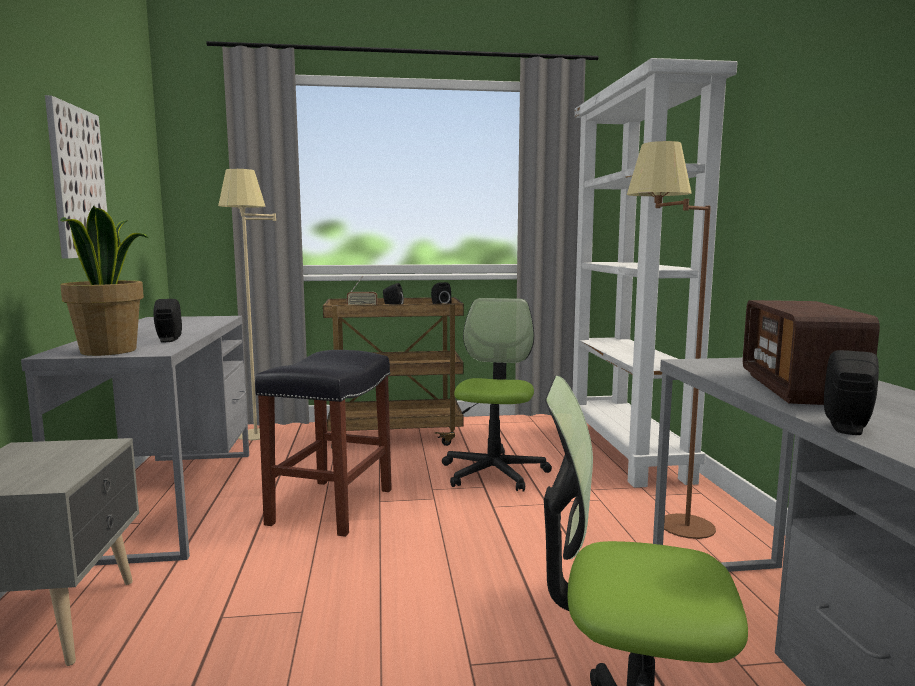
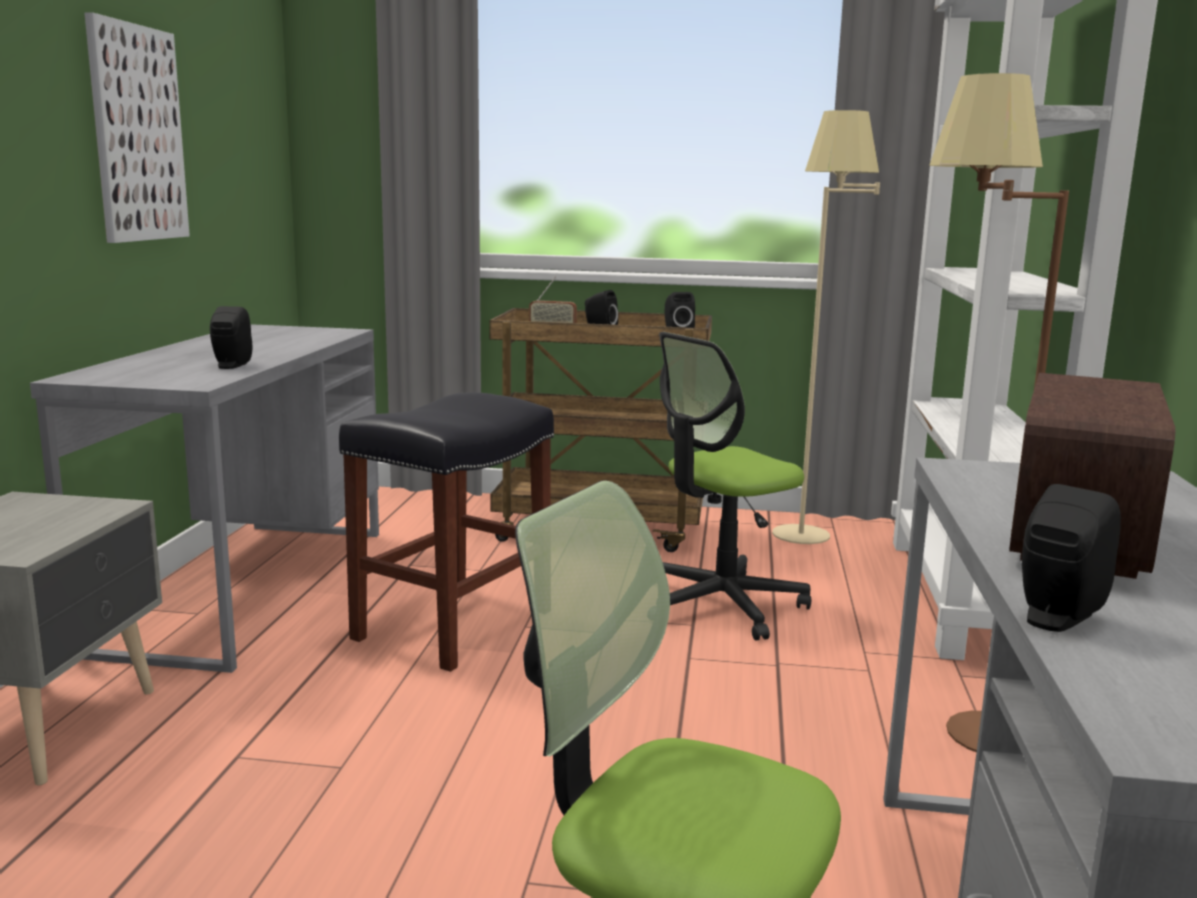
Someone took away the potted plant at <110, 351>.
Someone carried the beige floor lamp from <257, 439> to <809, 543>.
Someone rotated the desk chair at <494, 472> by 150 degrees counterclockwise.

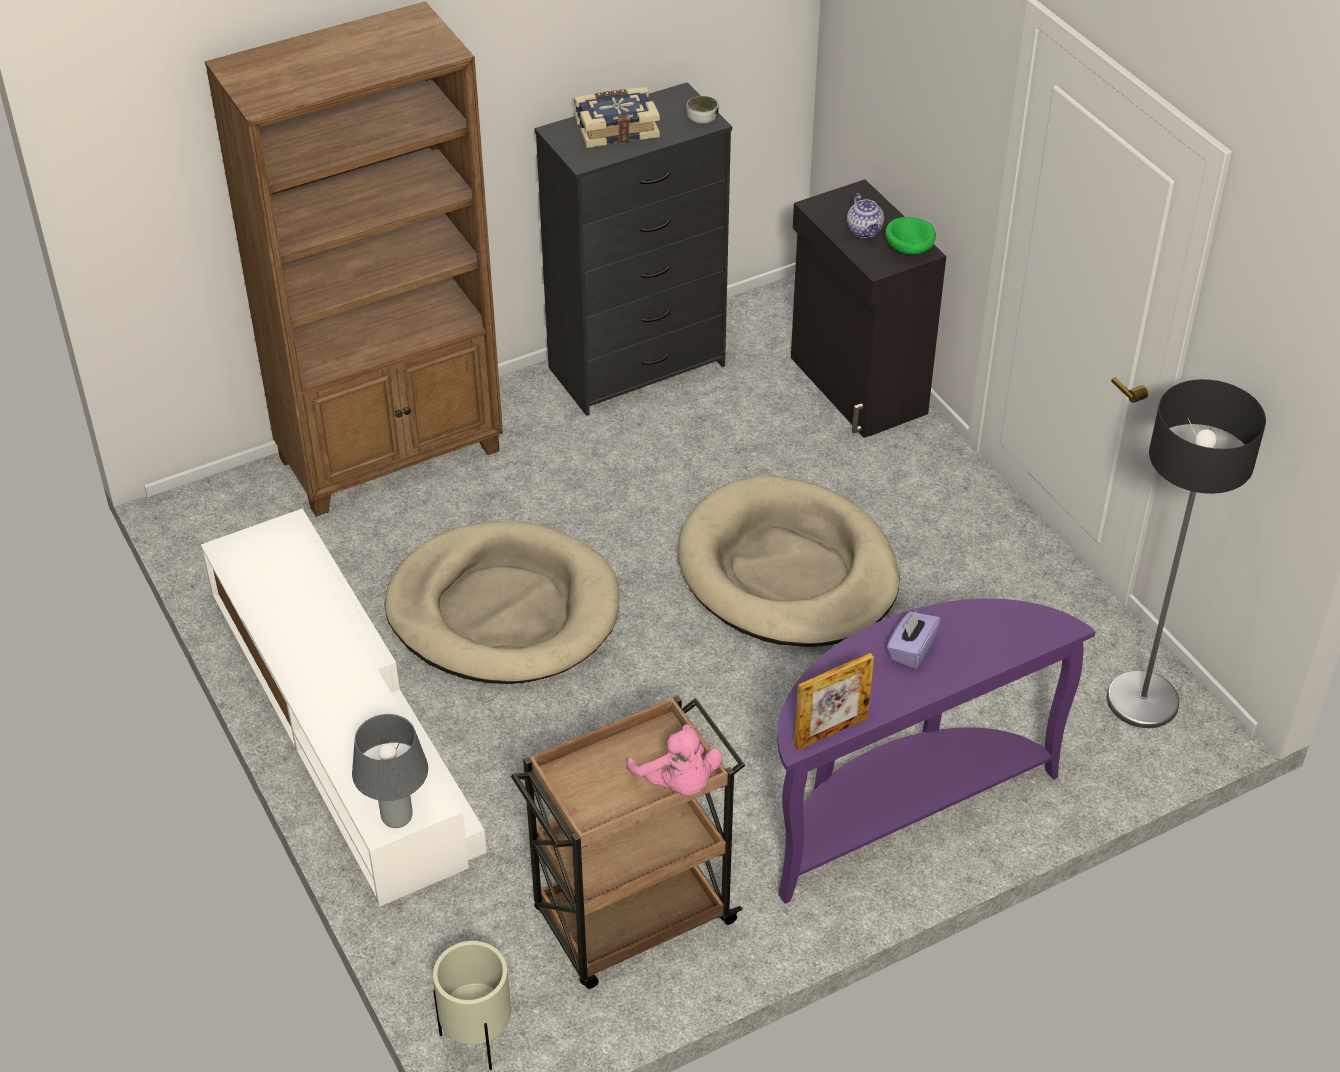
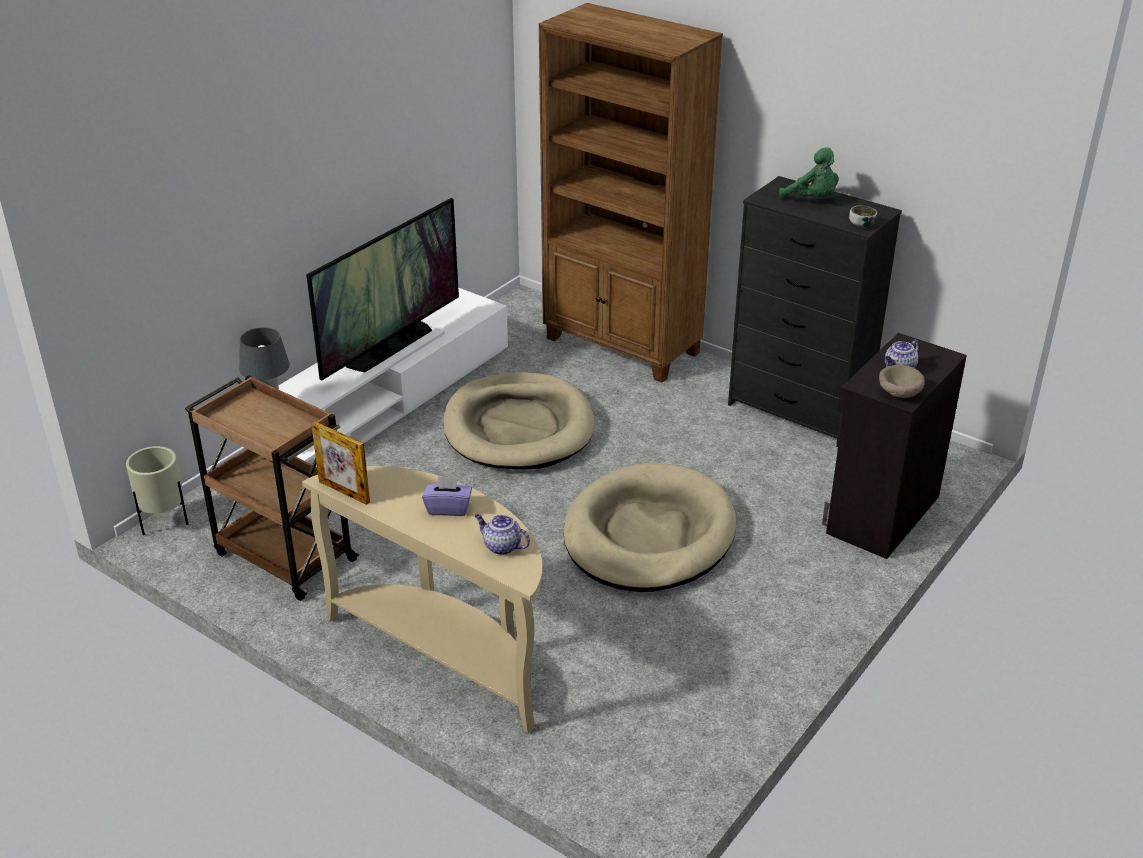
Someone took away the pink-coloured soft toy at <678, 783>.
Someone took away the floor lamp at <1141, 700>.
Someone put down the television at <391, 347>.
Someone put down the tea pot at <501, 546>.
Someone swapped the volume at <616, 128> for the green soft toy at <812, 200>.
Someone repainted the purple narrow table at <900, 808>, which became the beige narrow table at <447, 653>.
Someone repainted the green bowl at <909, 250>, which became the beige bowl at <898, 394>.

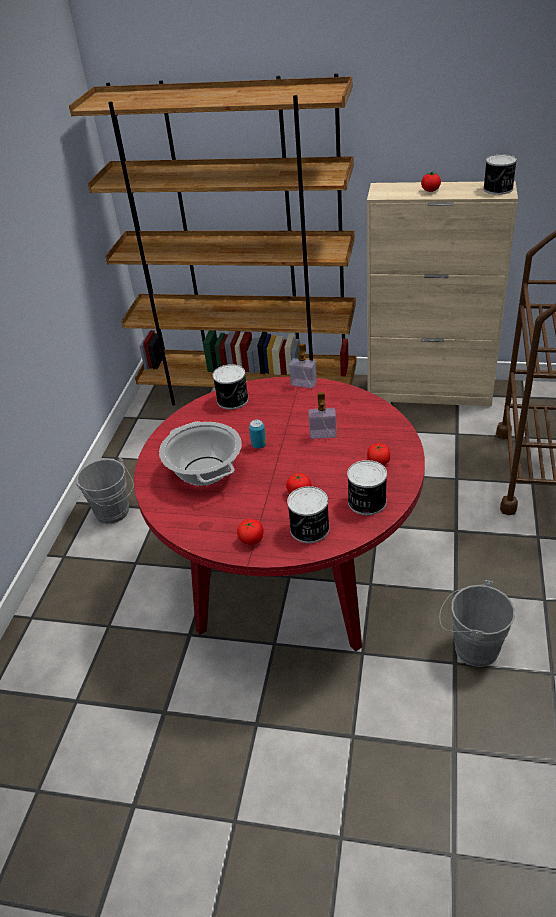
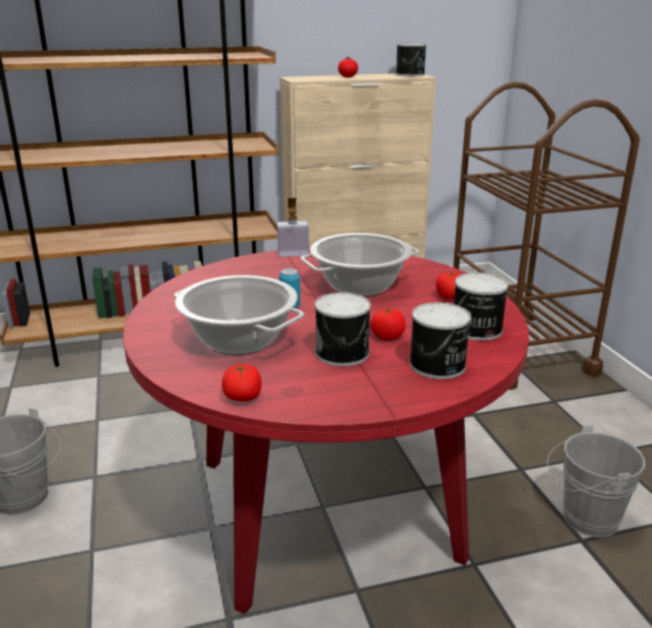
Someone carried the can from <233, 400> to <343, 353>.
Someone carried the fresh tomato from <251, 539> to <242, 397>.
Someone swapped the liquid soap bottle at <323, 434> for the cooking pot at <360, 286>.

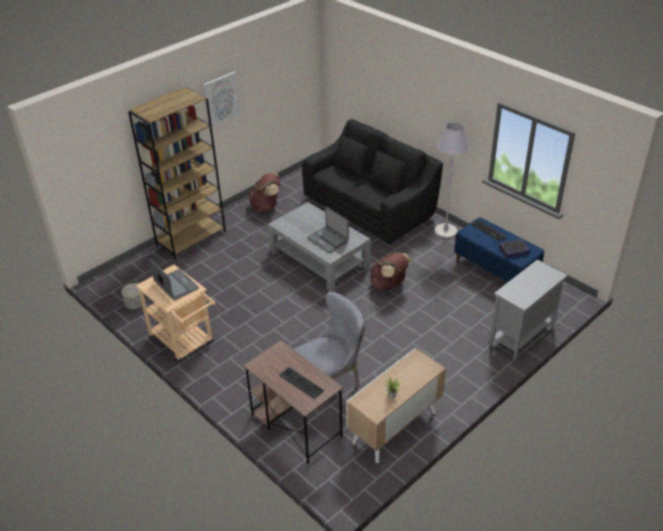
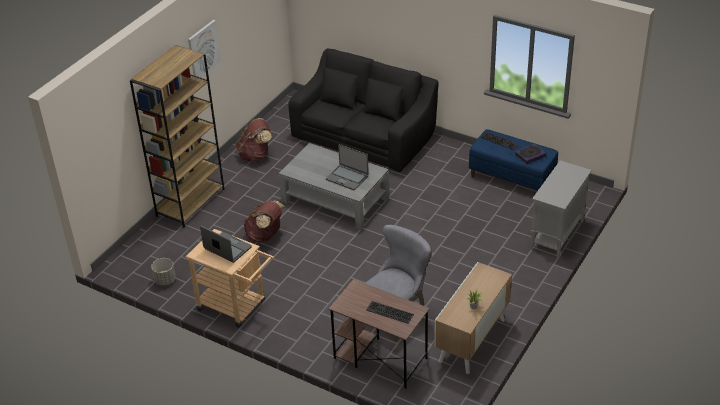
Someone took away the grey floor lamp at <446, 231>.
Someone carried the brown knapsack from <389, 285> to <265, 236>.

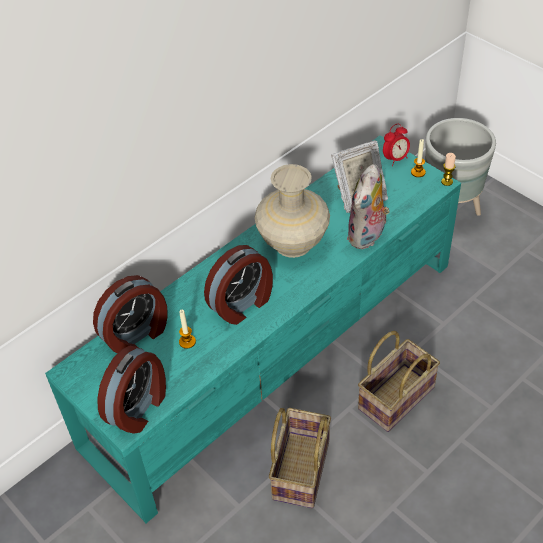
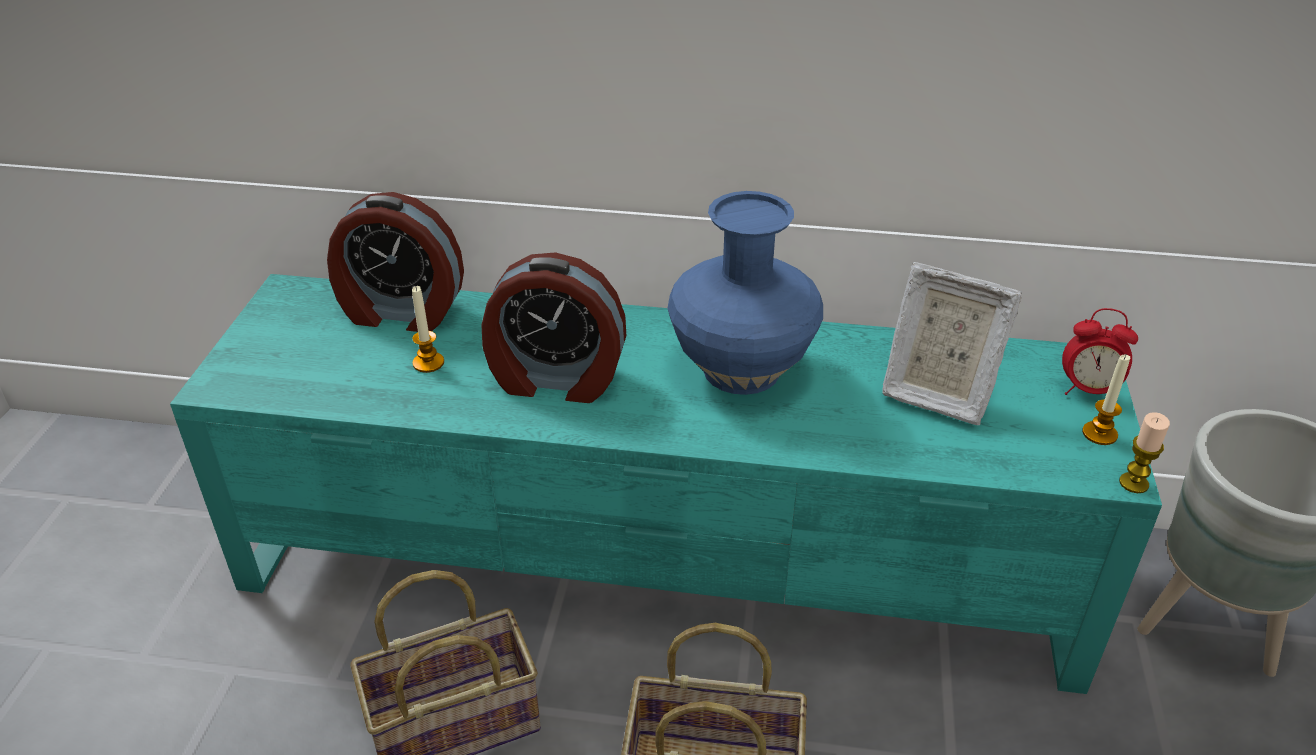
Someone took away the bedside clock at <139, 407>.
Someone took away the soft toy at <367, 237>.
Someone repainted the beige flower vase at <294, 243>, which became the blue-coloured flower vase at <743, 370>.

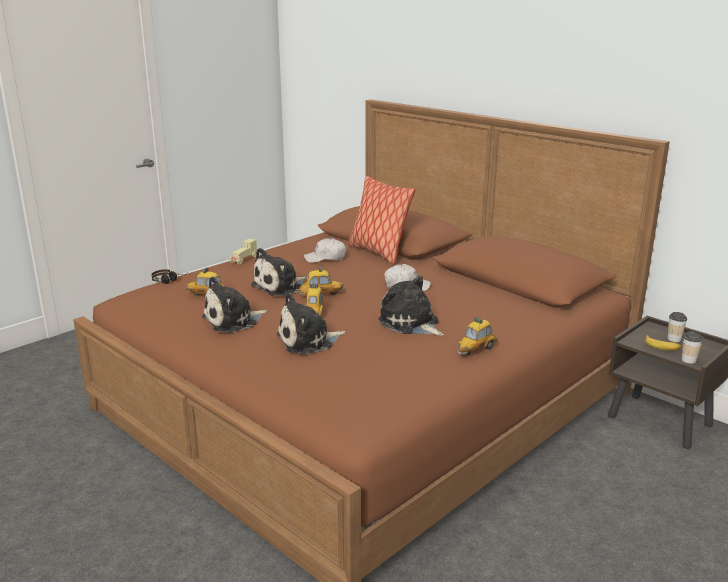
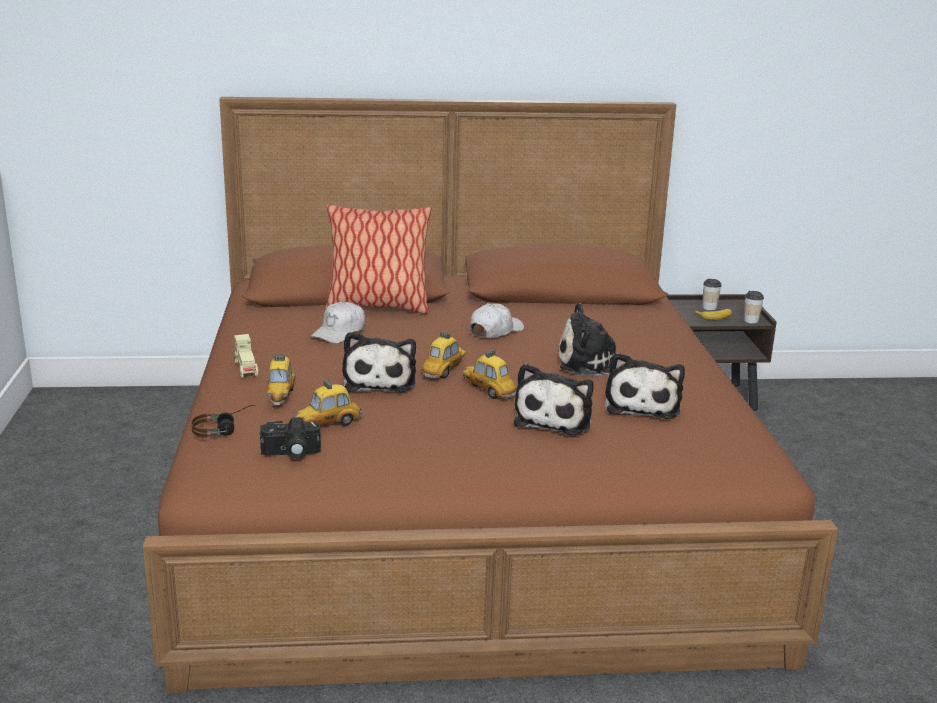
Someone put down the still camera at <290, 453>.
Someone carried the soft toy from <233, 321> to <642, 404>.
Someone carried the toy car from <476, 350> to <280, 396>.

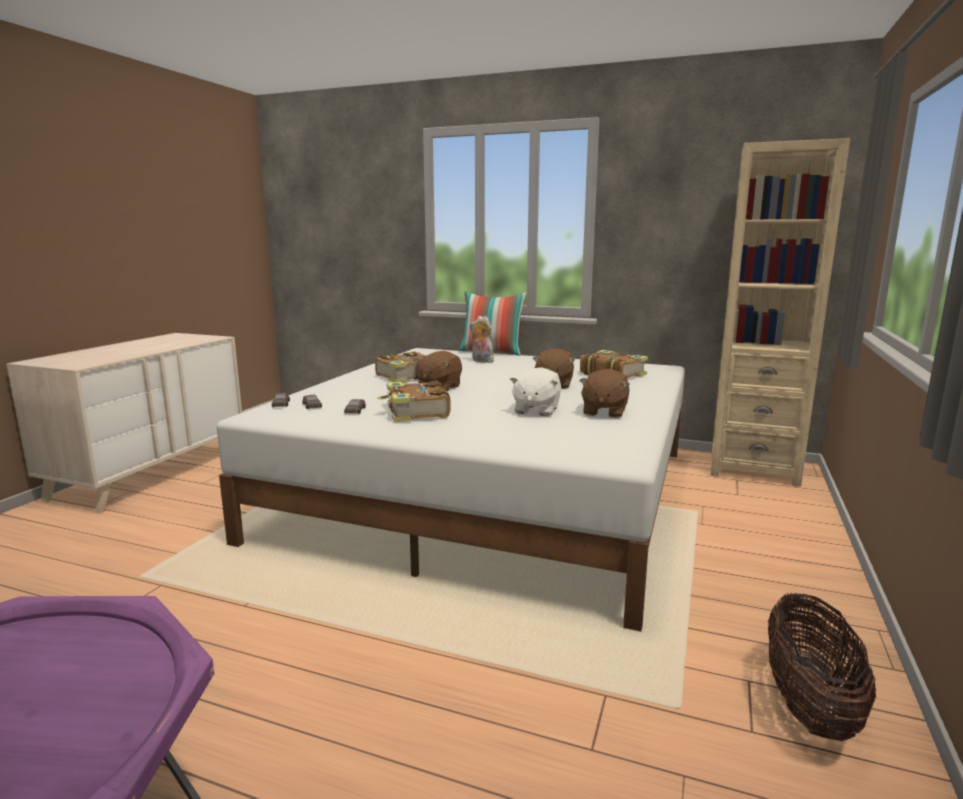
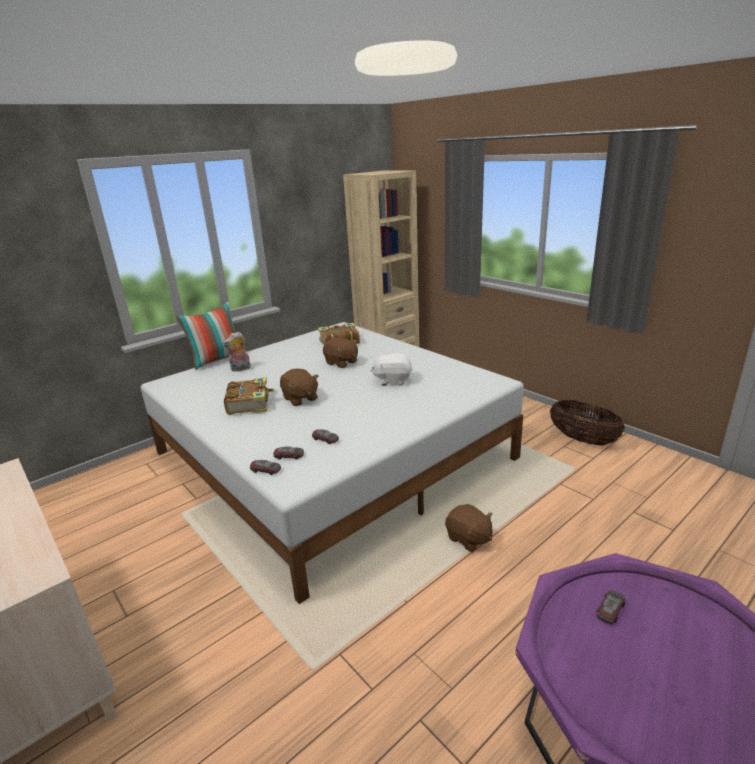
Someone took away the volume at <416, 412>.
Someone put down the toy car at <610, 610>.
Someone carried the brown soft toy from <604, 412> to <468, 539>.
Someone rotated the whitish soft toy at <536, 410> by 135 degrees clockwise.

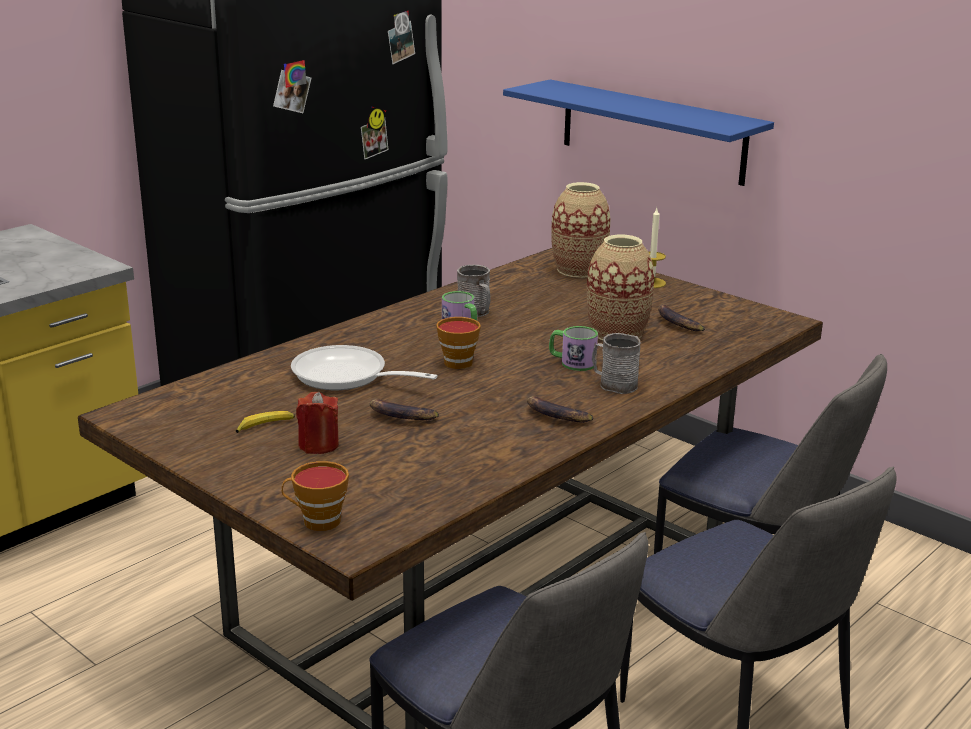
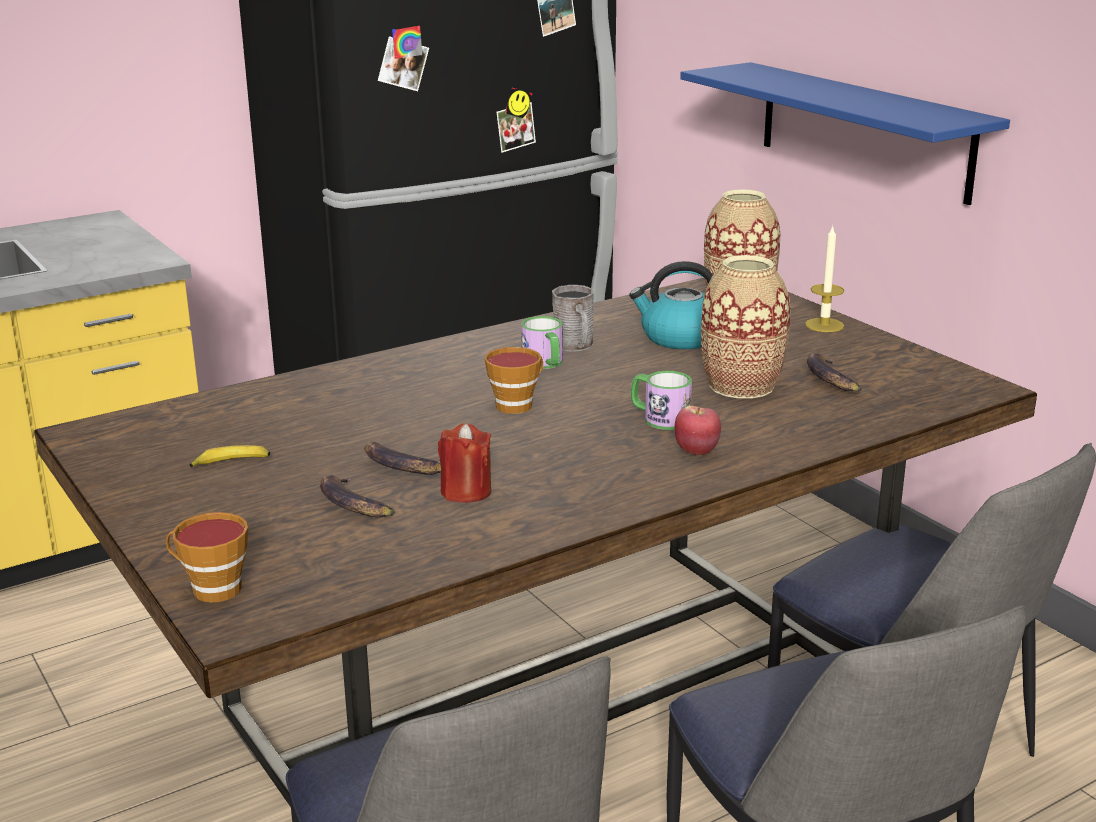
Someone took away the skillet at <346, 377>.
Someone put down the kettle at <680, 338>.
Someone carried the reddish wax candle from <318, 445> to <466, 492>.
Someone carried the whole banana from <555, 416> to <352, 504>.
Someone swapped the grey coffee mug at <613, 384> for the apple fruit at <697, 451>.

